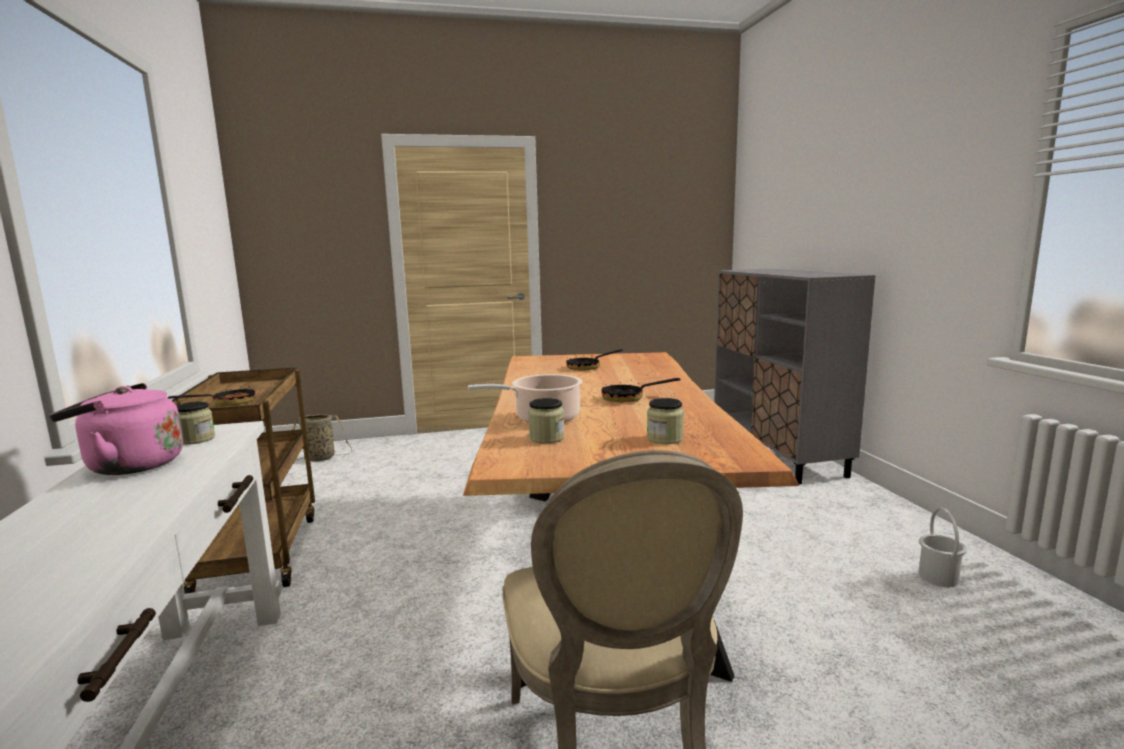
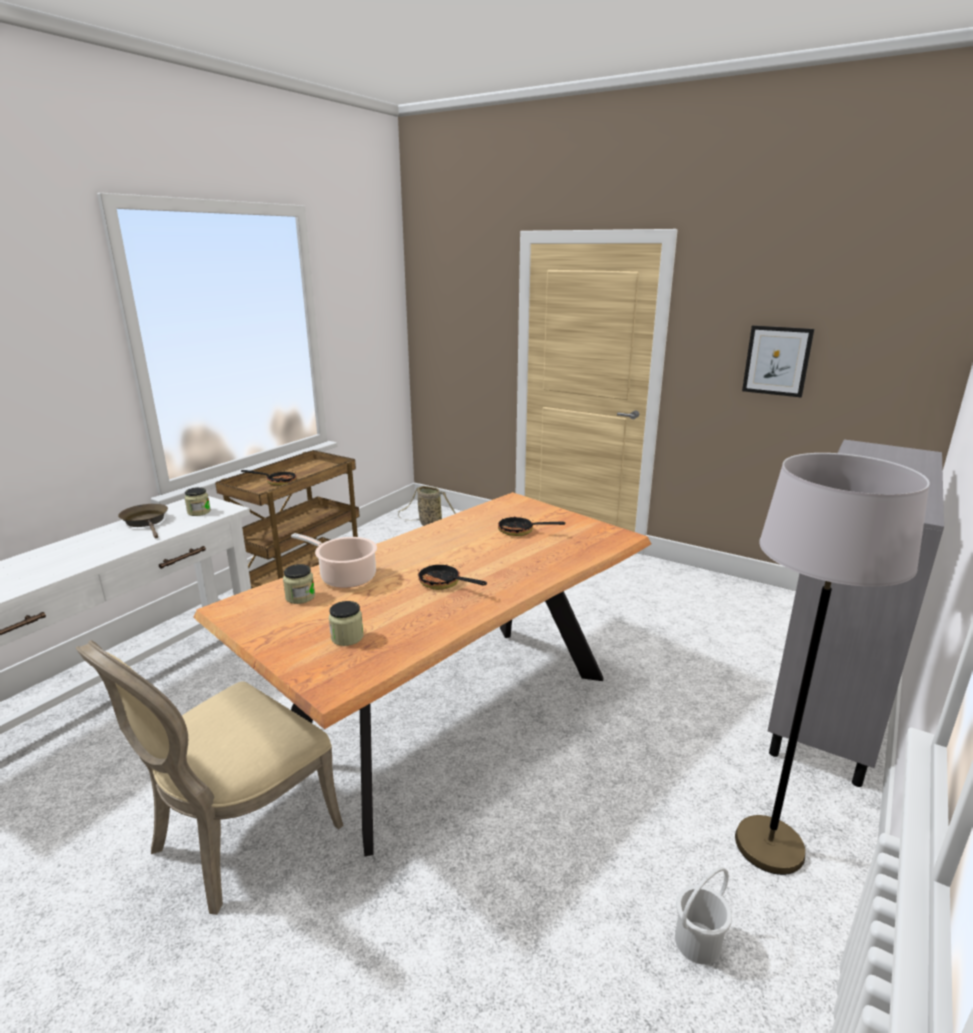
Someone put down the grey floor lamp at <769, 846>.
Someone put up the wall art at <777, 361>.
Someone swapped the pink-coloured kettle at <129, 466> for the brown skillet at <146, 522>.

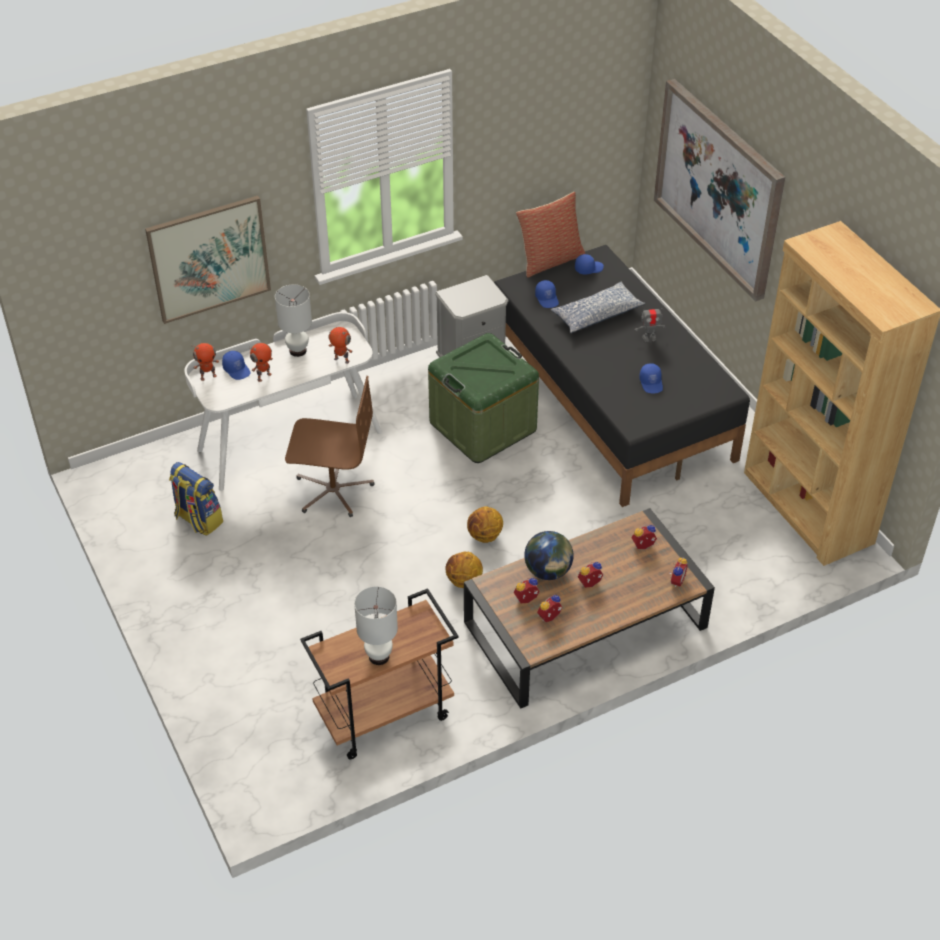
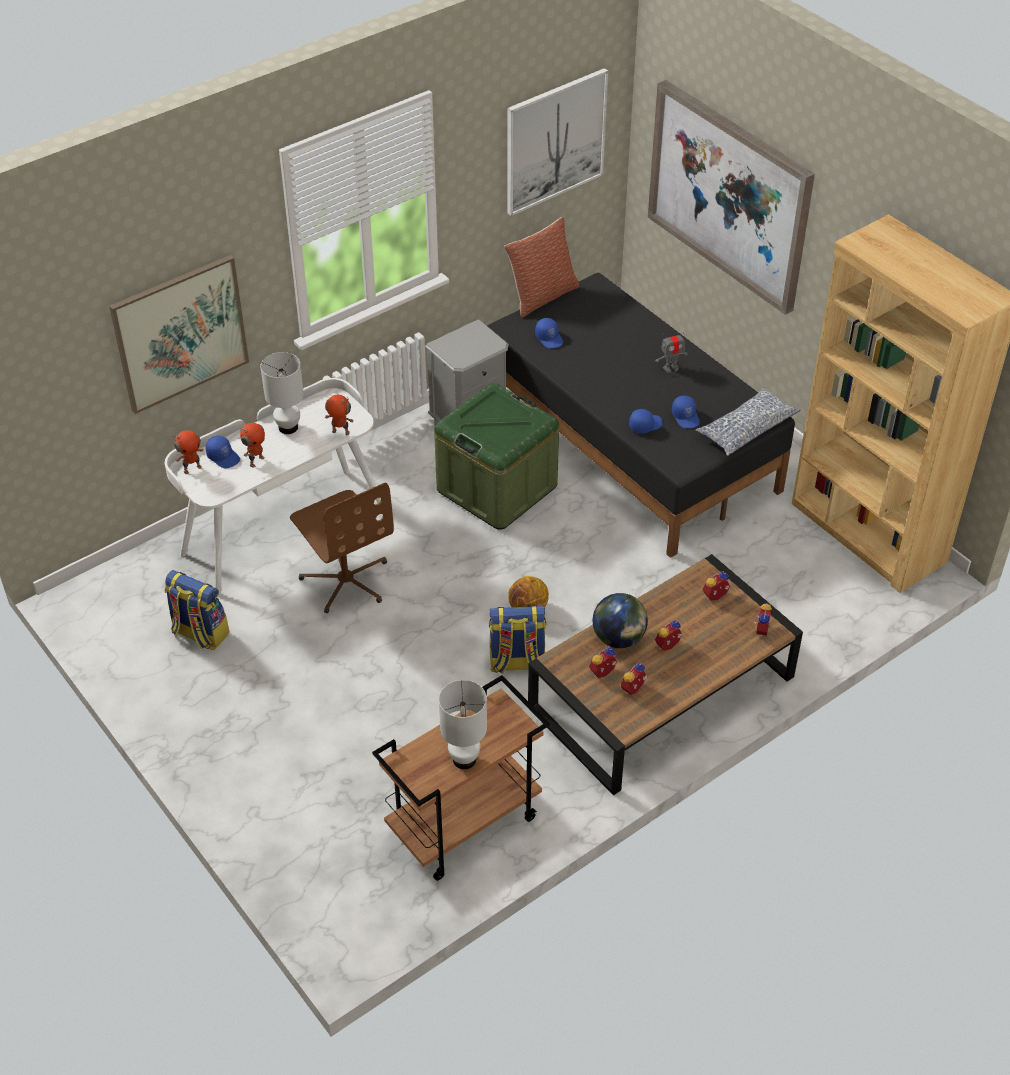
Someone put up the wall art at <555, 141>.
Someone carried the cushion from <596, 314> to <745, 429>.
Someone carried the blue-coloured peaked cap from <588, 268> to <645, 425>.
Someone swapped the basketball ball at <463, 581> for the knapsack at <516, 662>.
Someone rotated the brown desk chair at <333, 490> by 60 degrees clockwise.

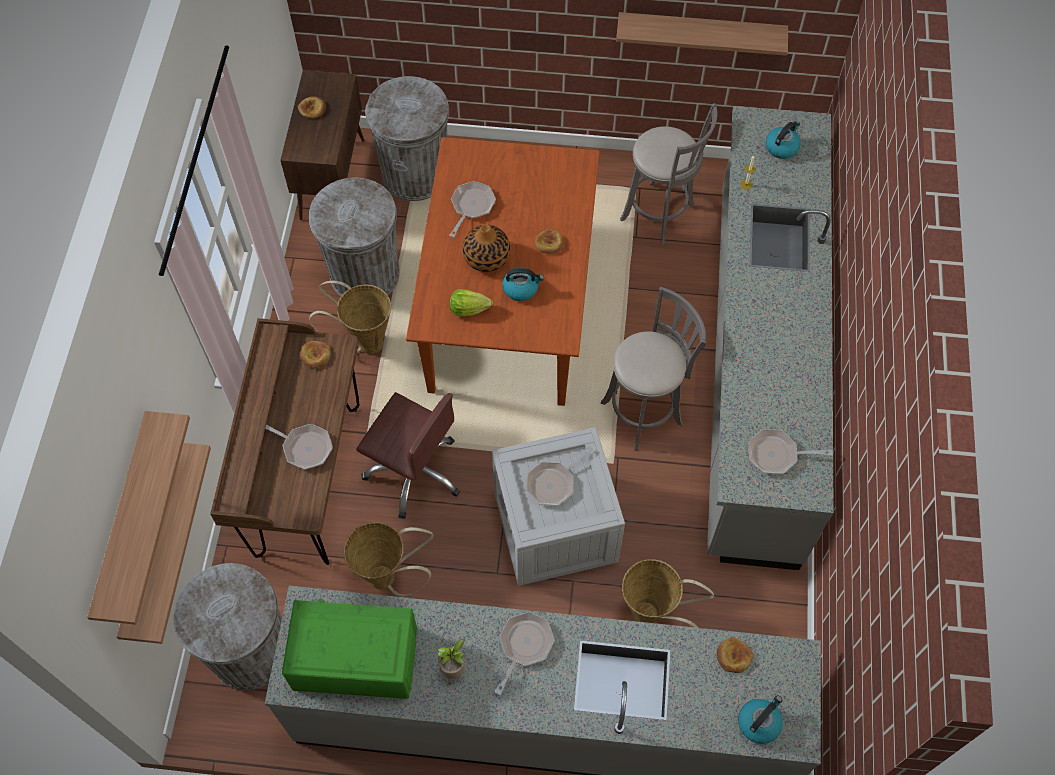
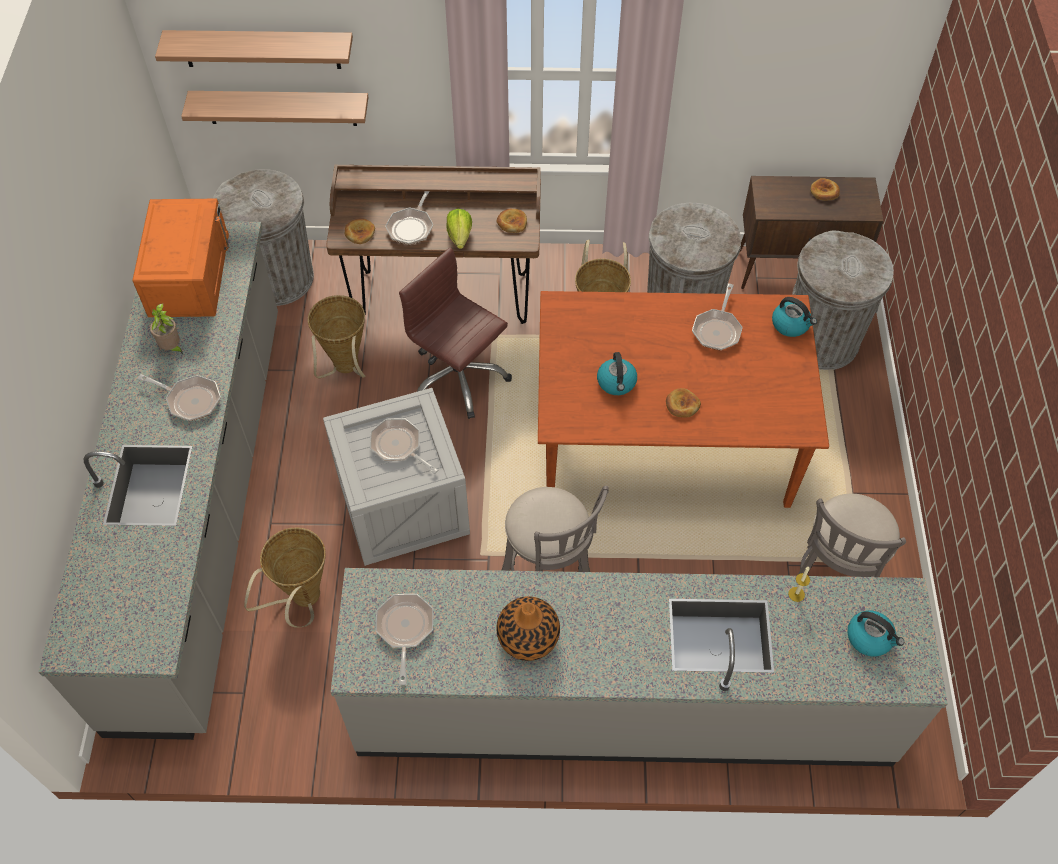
Someone took away the wall shelf at <700, 32>.
Someone carried the lettuce from <468, 309> to <460, 236>.
Someone carried the flower vase from <487, 258> to <528, 637>.
Someone carried the baked bread from <733, 656> to <360, 232>.
Someone carried the kettle from <759, 722> to <791, 325>.
Someone repainted the green microwave oven at <353, 658>, which became the orangey microwave oven at <188, 274>.
Someone rotated the brown desk chair at <414, 471> by 105 degrees clockwise.
Someone rotated the skillet at <471, 206> by 90 degrees clockwise.

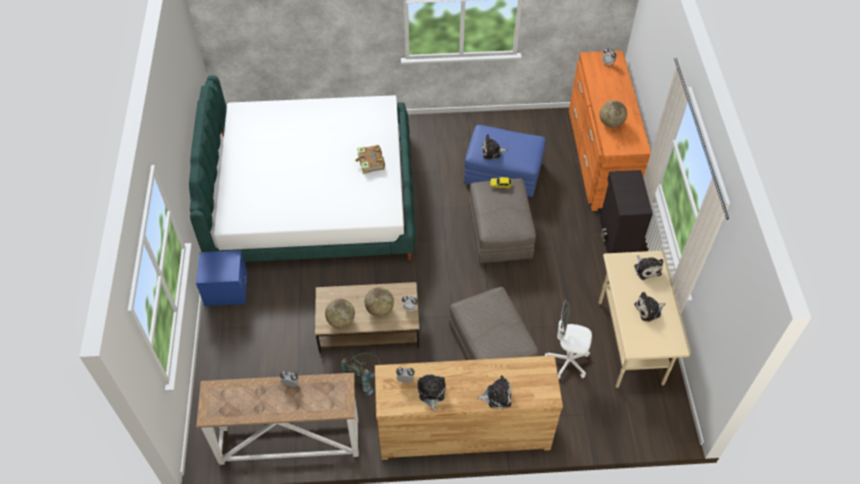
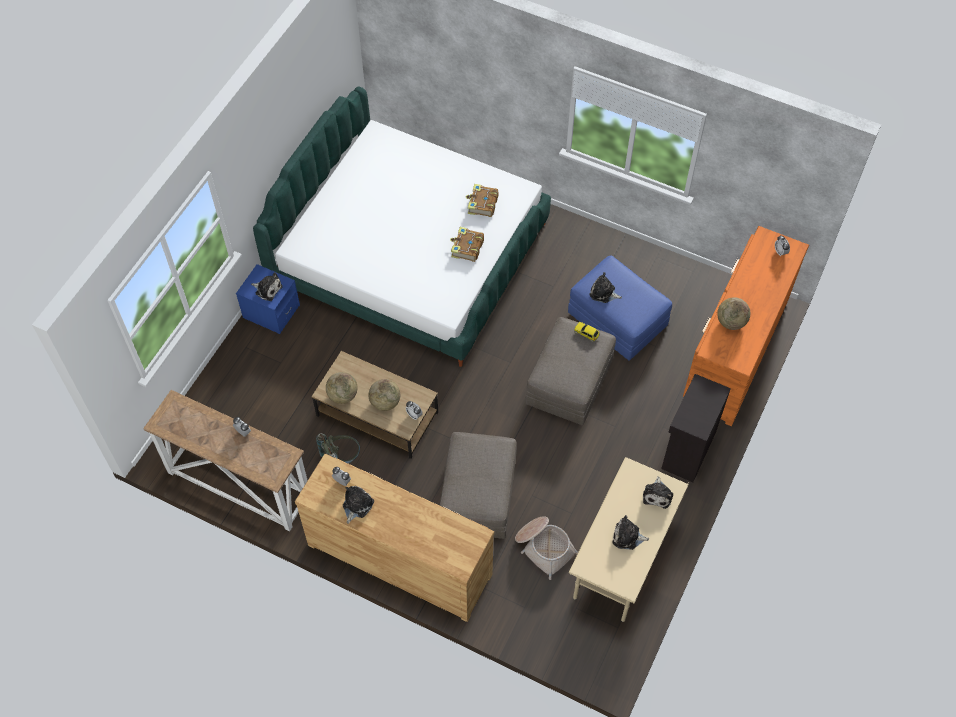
Someone put down the volume at <482, 204>.
Someone carried the soft toy from <497, 396> to <267, 289>.
Someone swapped the whitish desk chair at <567, 361> for the storage basket at <544, 547>.

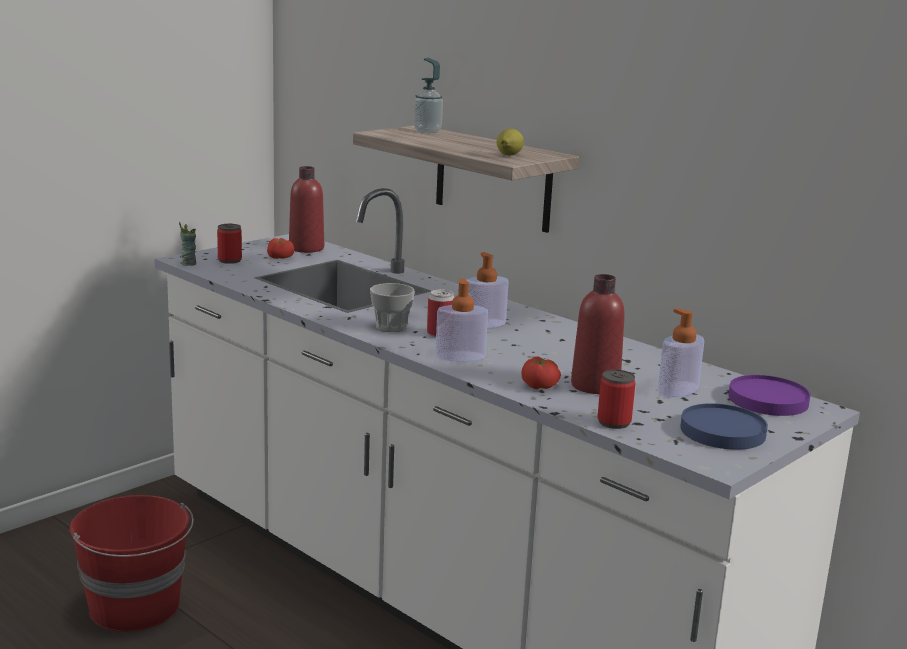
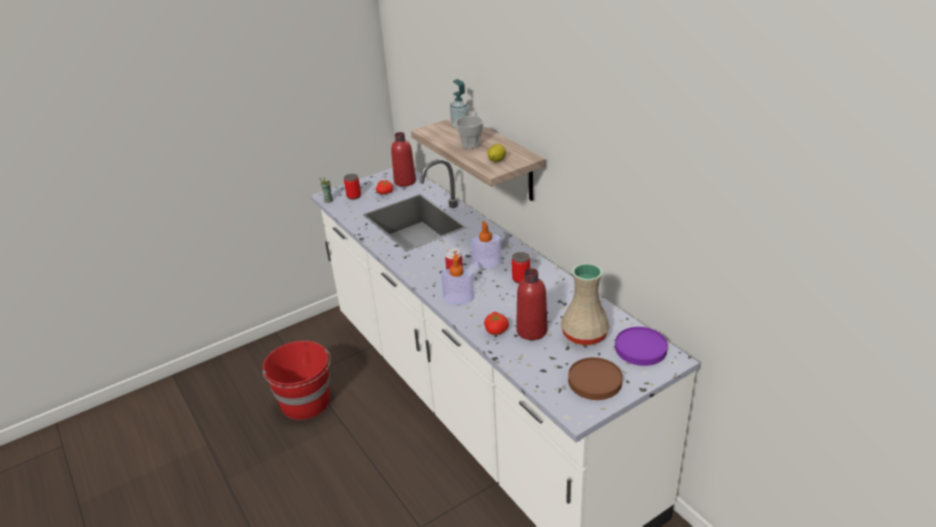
Someone carried the drinking cup from <391, 327> to <470, 144>.
Someone carried the can from <614, 422> to <521, 279>.
Someone swapped the liquid soap bottle at <678, 389> for the beige flower vase at <584, 336>.
Someone repainted the blue-coloured flat dish at <722, 431>, which became the brown flat dish at <595, 381>.

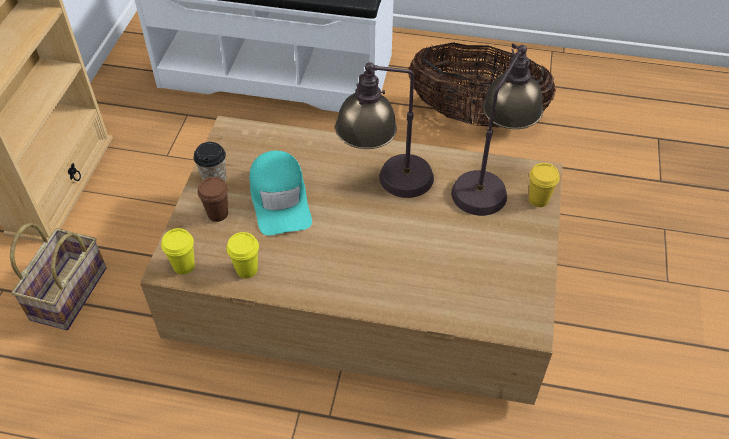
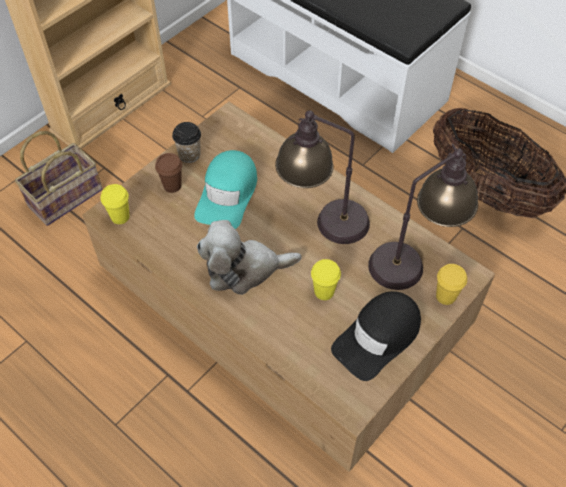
Someone put down the soft toy at <244, 269>.
Someone put down the black peaked cap at <378, 338>.
Someone carried the yellow drinking cup from <247, 270> to <324, 292>.

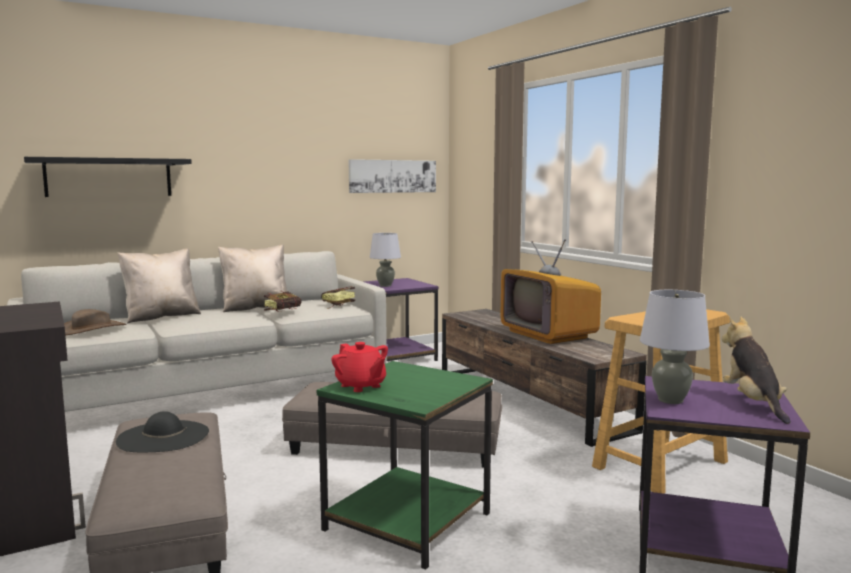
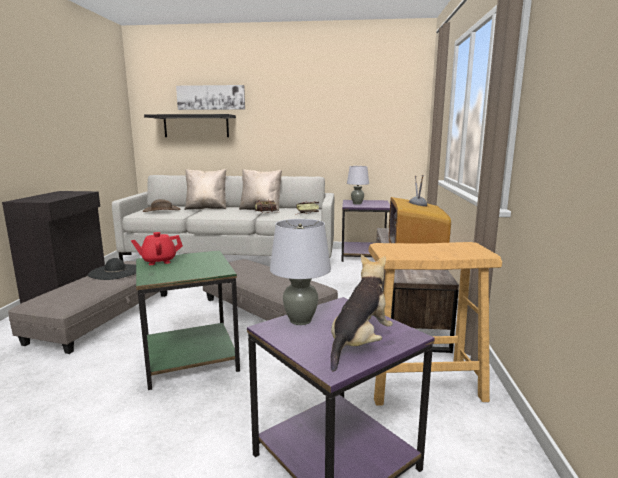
Someone carried the wall art from <392, 176> to <211, 97>.
Someone rotated the reddish tea pot at <360, 386> by 75 degrees clockwise.

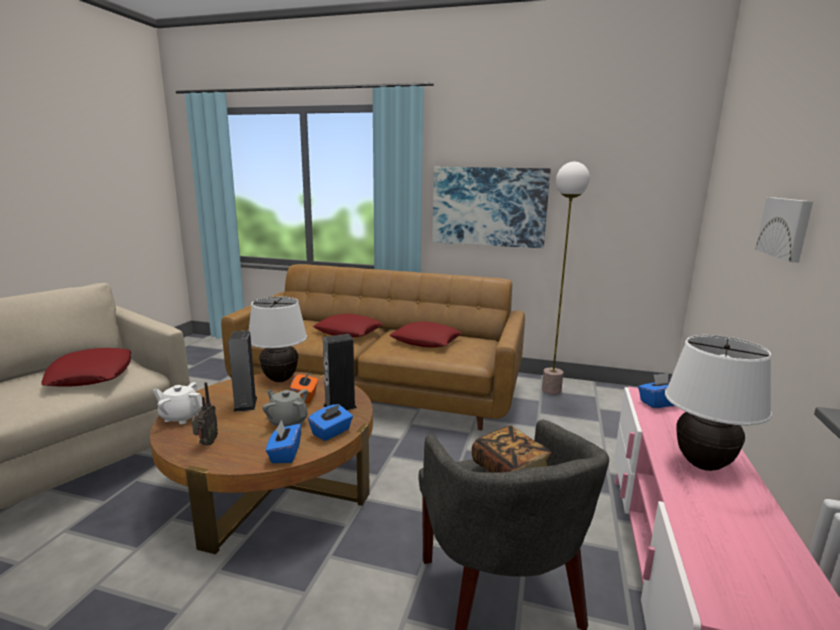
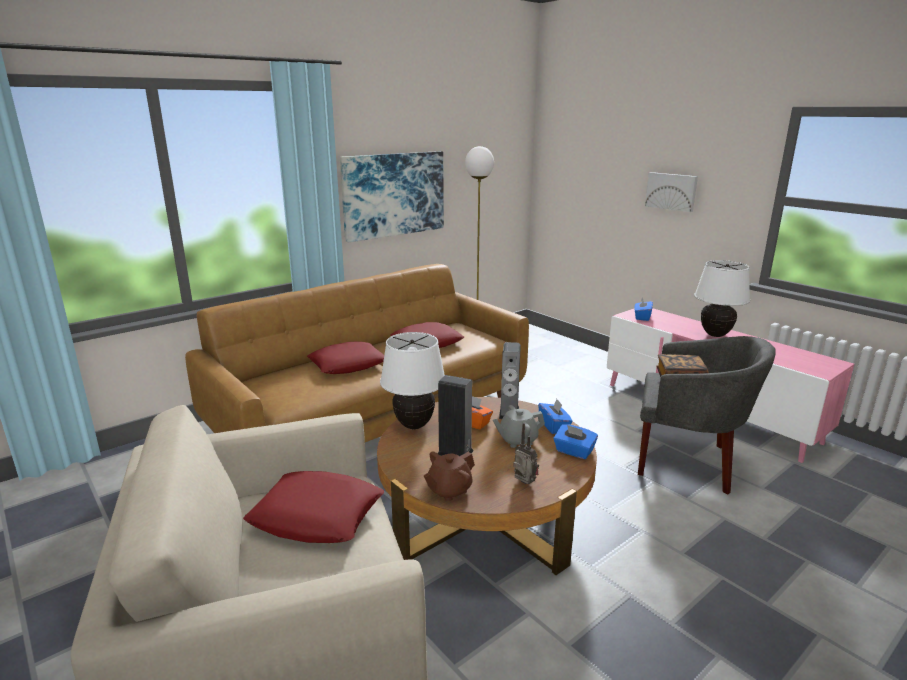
Someone repainted the whitish tea pot at <181, 417>, which became the brown tea pot at <449, 490>.

